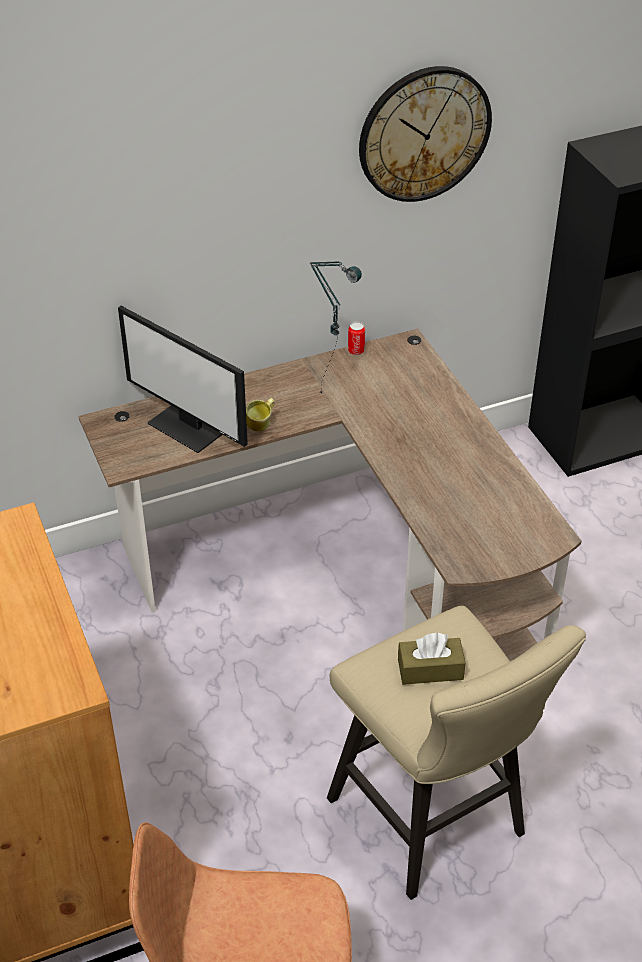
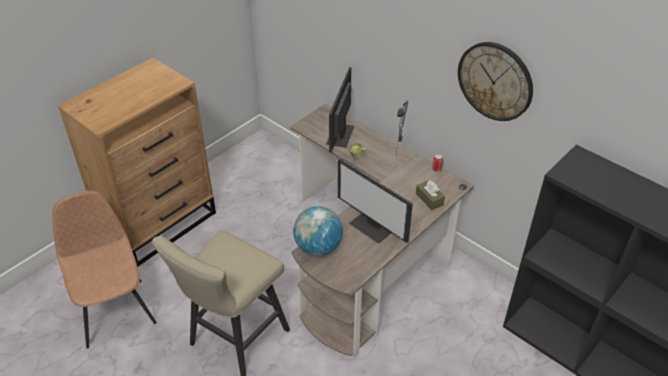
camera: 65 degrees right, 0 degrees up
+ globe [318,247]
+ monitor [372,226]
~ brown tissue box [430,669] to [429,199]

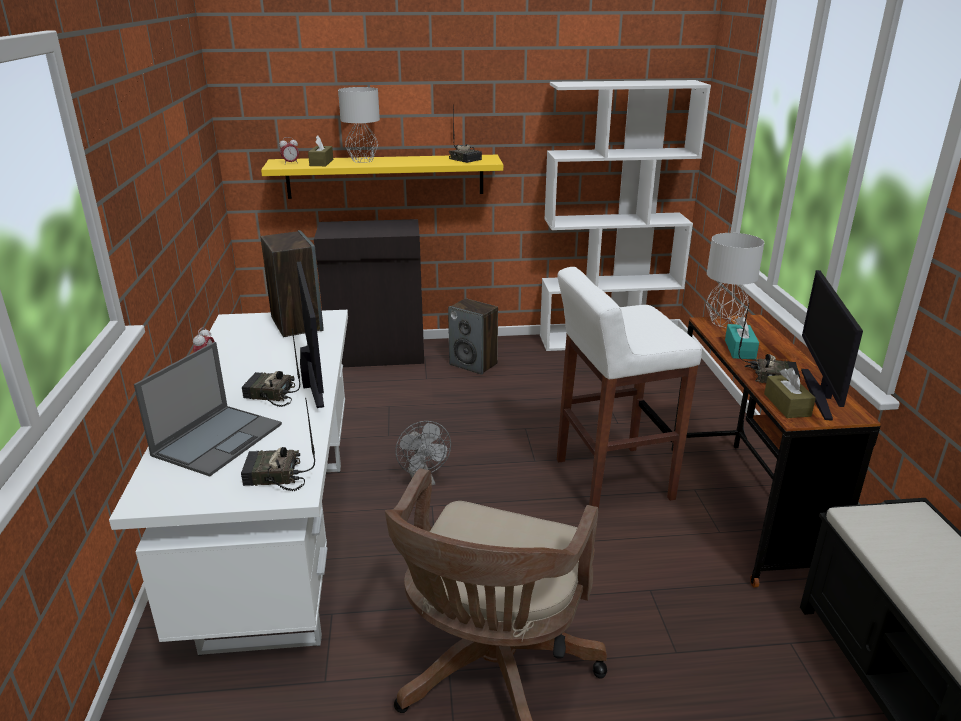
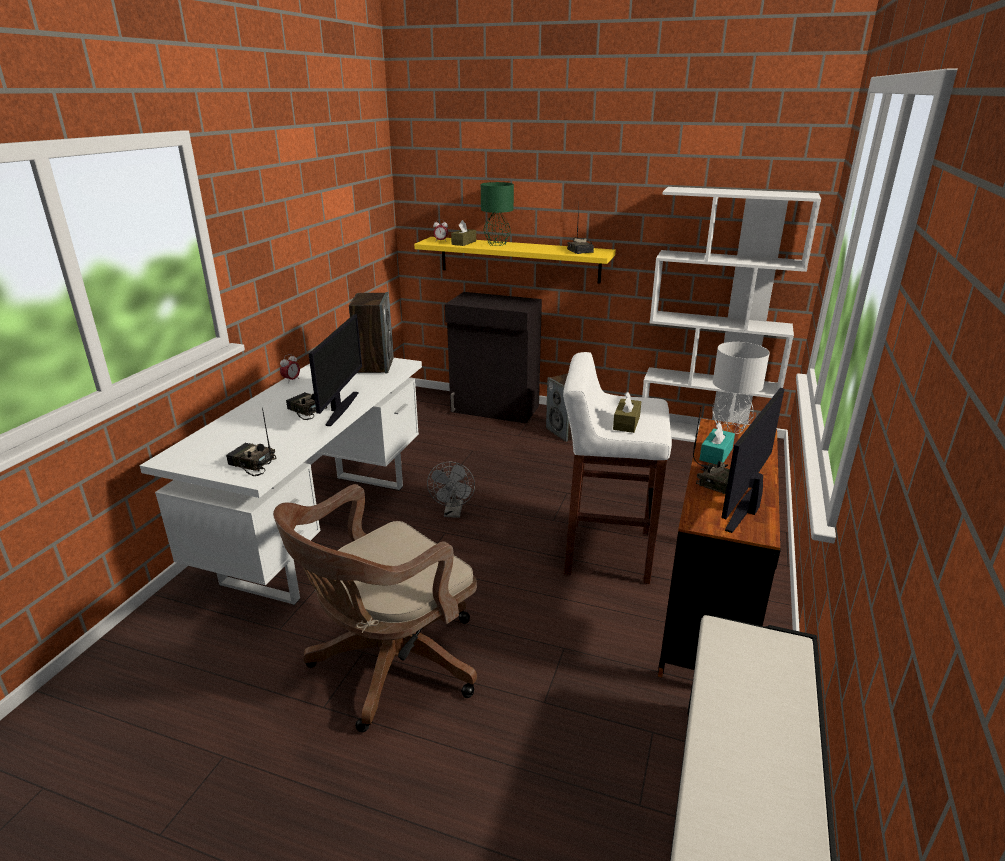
camera: 25 degrees right, 0 degrees up
- laptop [218,439]
~ brown tissue box [787,405] to [626,423]
~ grey table lamp [363,161] to green table lamp [497,244]

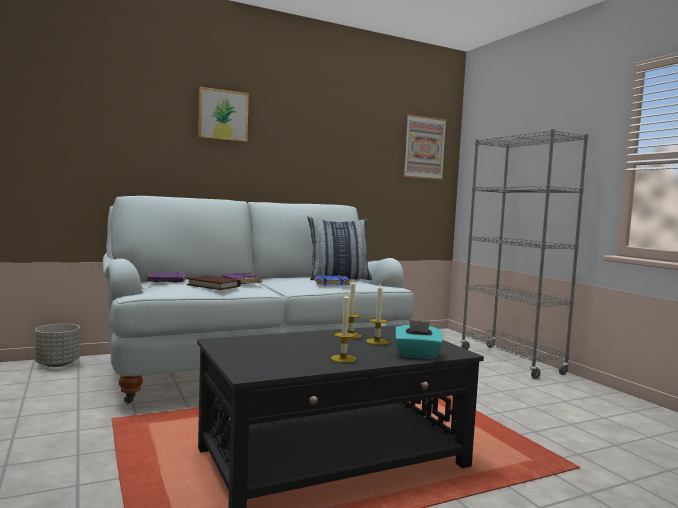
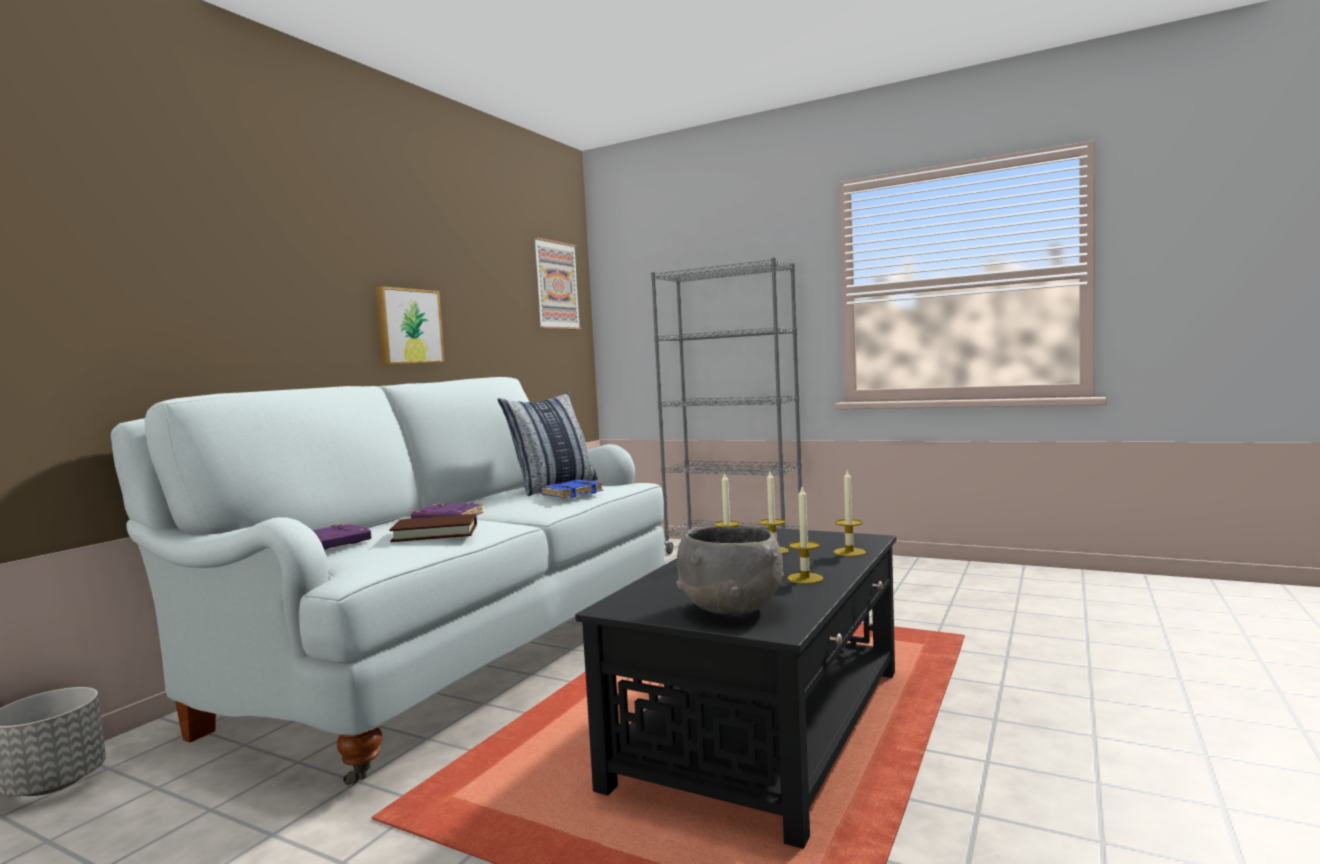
camera: 35 degrees left, 0 degrees up
+ grey bowl [731,608]
~ picture [222,115] to [408,326]
~ turquoise tissue box [417,355] to candle [849,552]

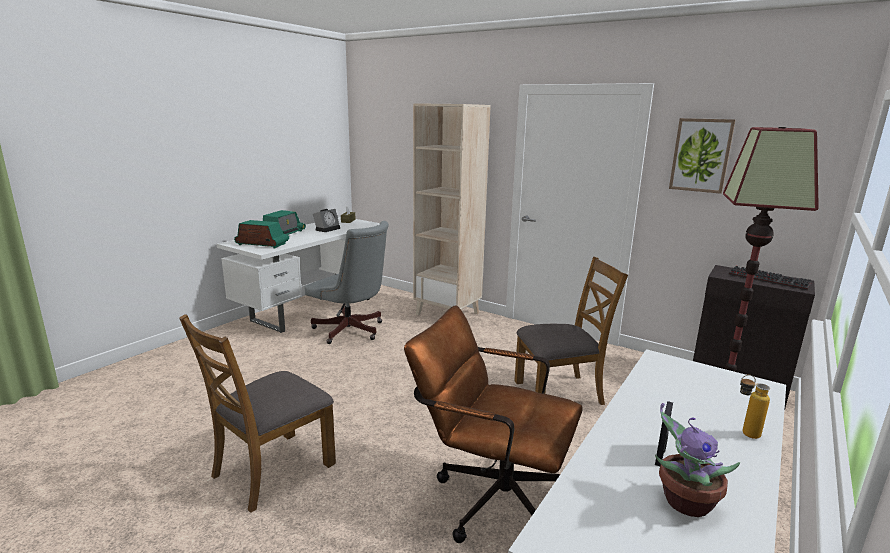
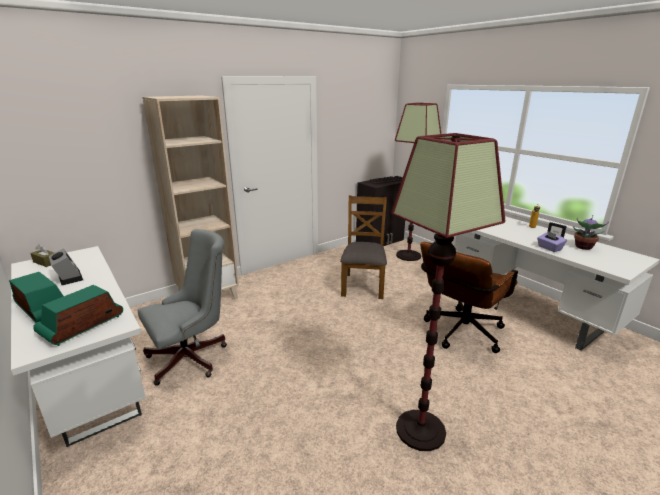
camera: 70 degrees left, 5 degrees up
- picture [701,155]
+ purple tissue box [549,248]
~ brown chair [272,469] to floor lamp [420,430]

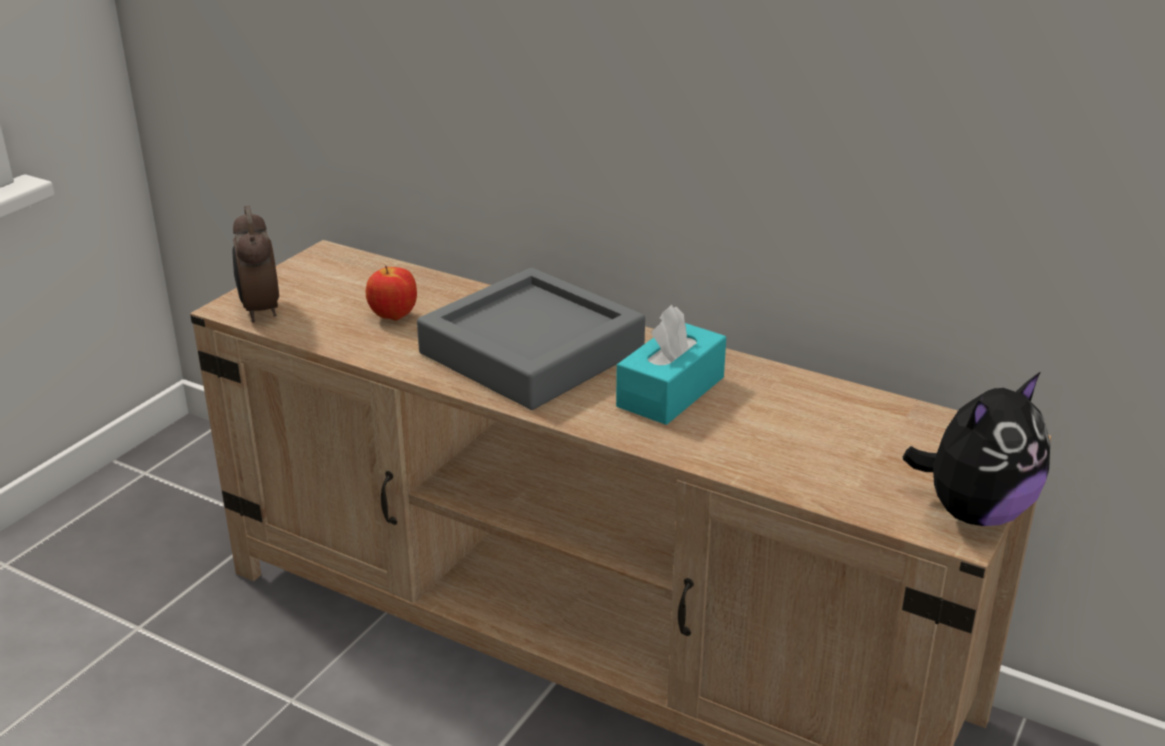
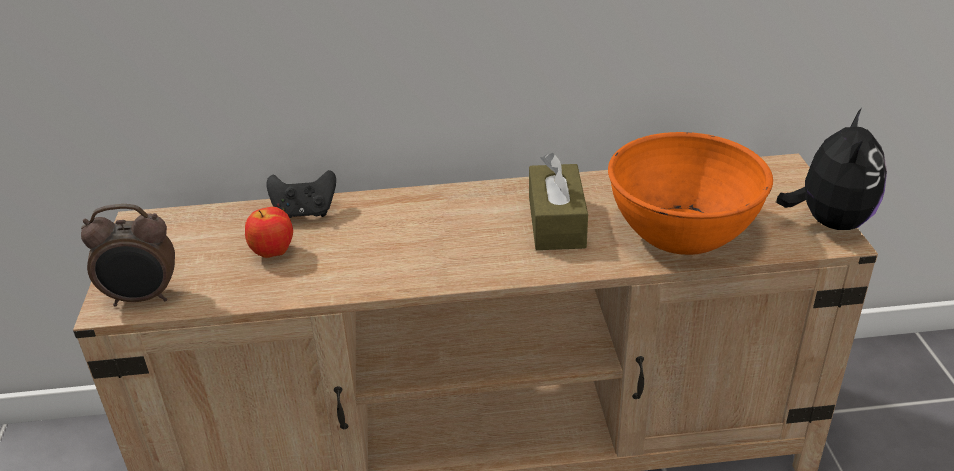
camera: 35 degrees left, 5 degrees up
- grey tray [532,351]
+ black game controller [305,213]
+ orange bowl [682,231]
~ turquoise tissue box [670,392] to brown tissue box [556,222]
~ alarm clock [260,311] = [143,298] 45 degrees counterclockwise

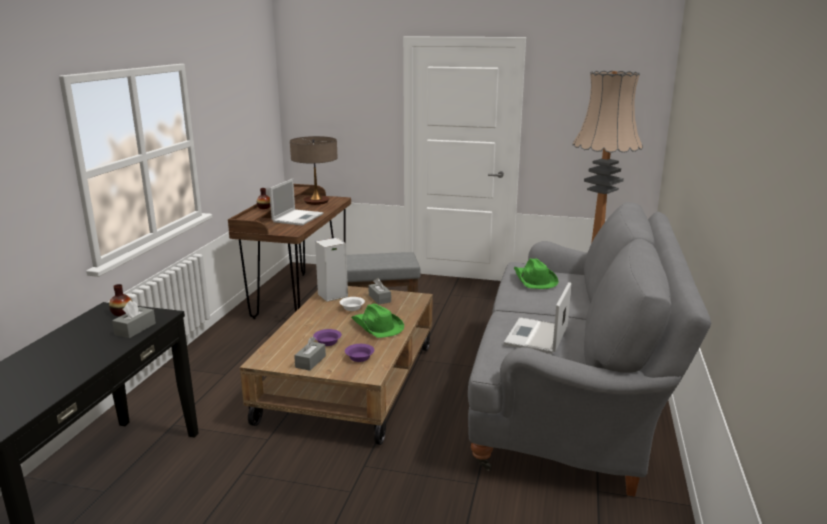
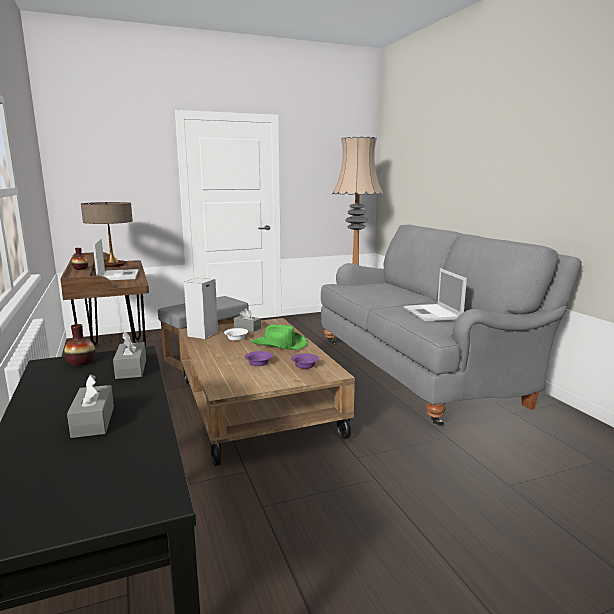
camera: 35 degrees left, 5 degrees down
- green hat [534,280]
~ grey tissue box [310,361] to [93,421]

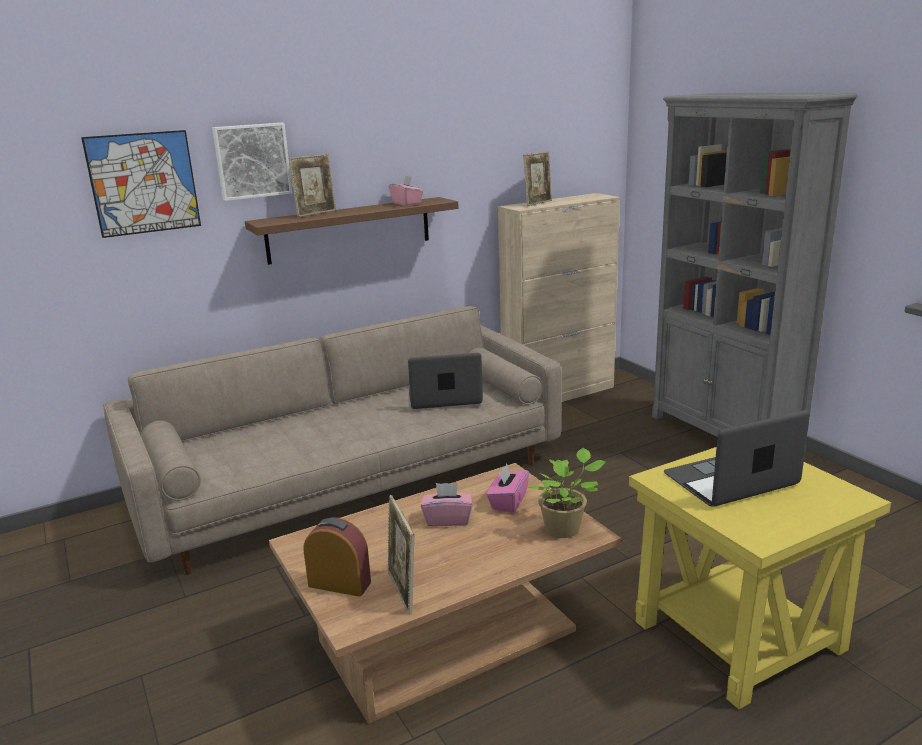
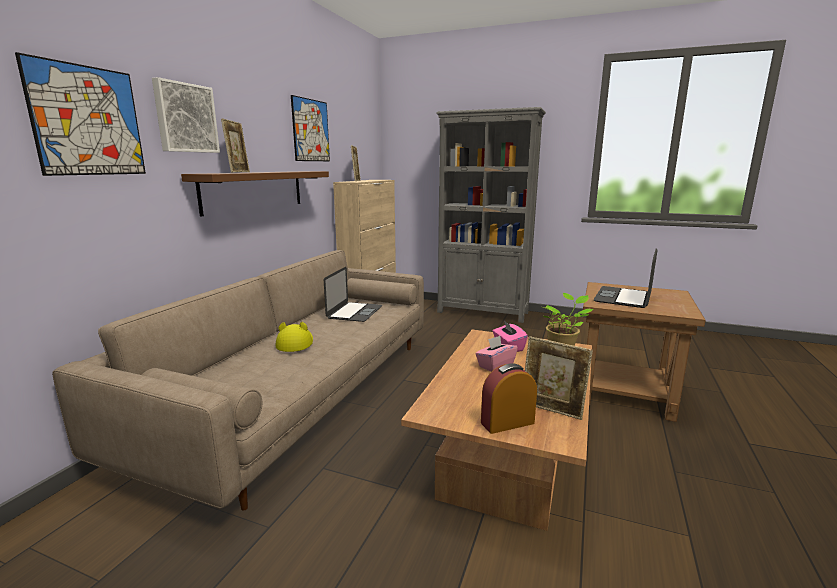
camera: 40 degrees left, 5 degrees down
- pink tissue box [407,203]
+ yellow hat [295,343]
+ picture [311,130]
~ yellow side table [738,637] to brown side table [626,392]
~ laptop [444,397] = [354,312] 150 degrees clockwise

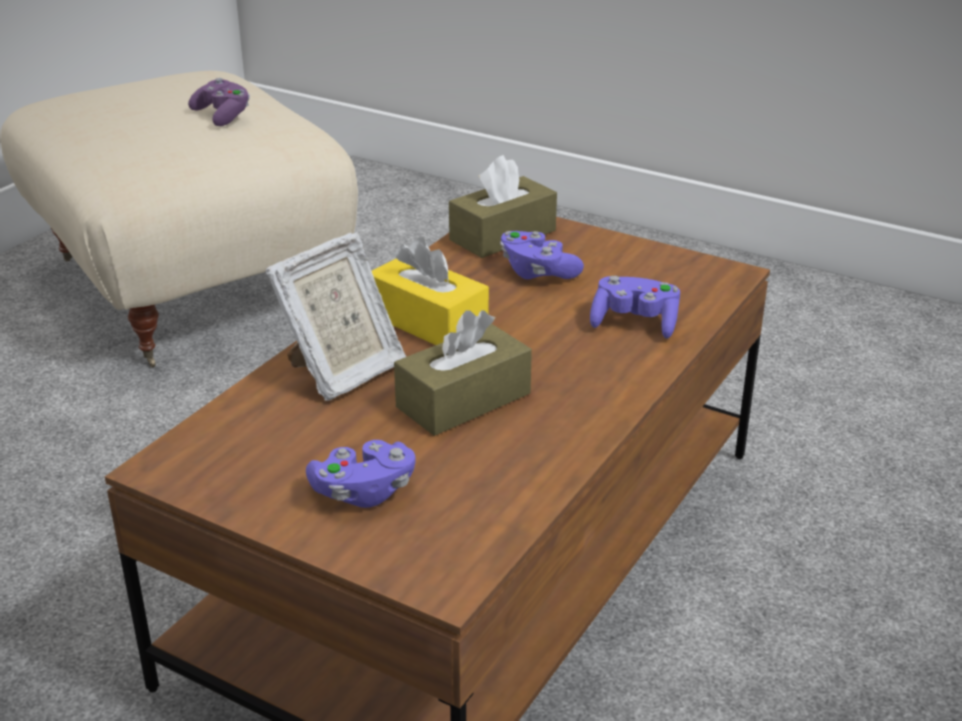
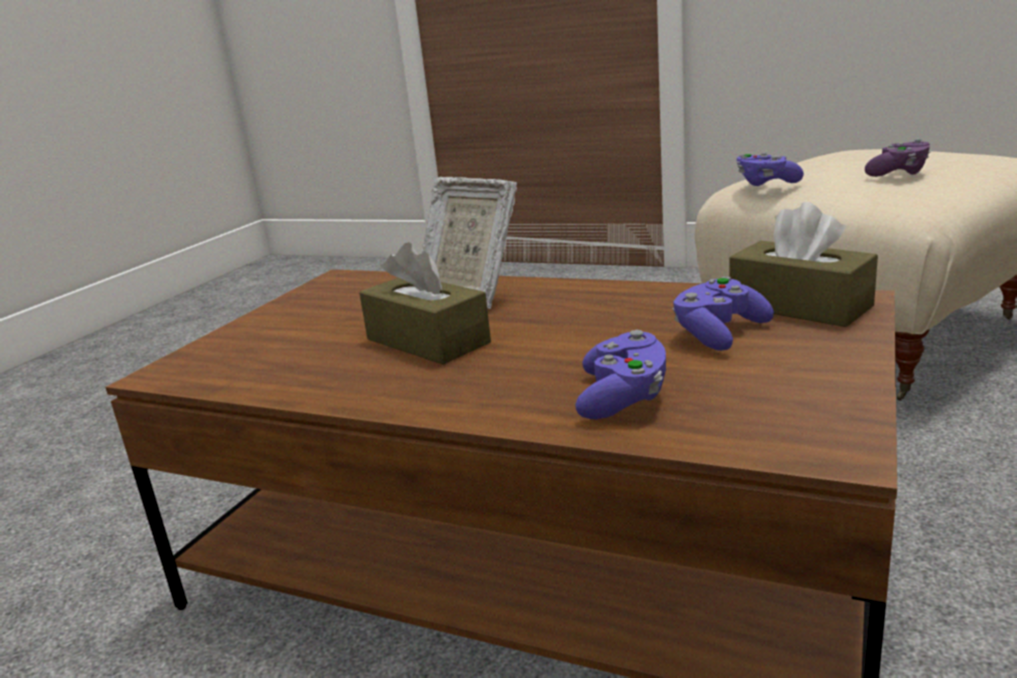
camera: 85 degrees right, 10 degrees down
- yellow tissue box [428,322]
~ purple game controller [363,492] to [766,183]

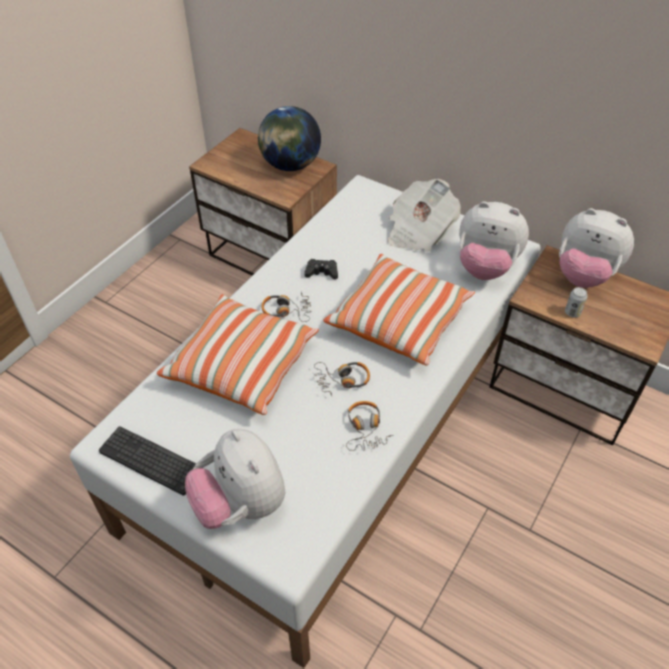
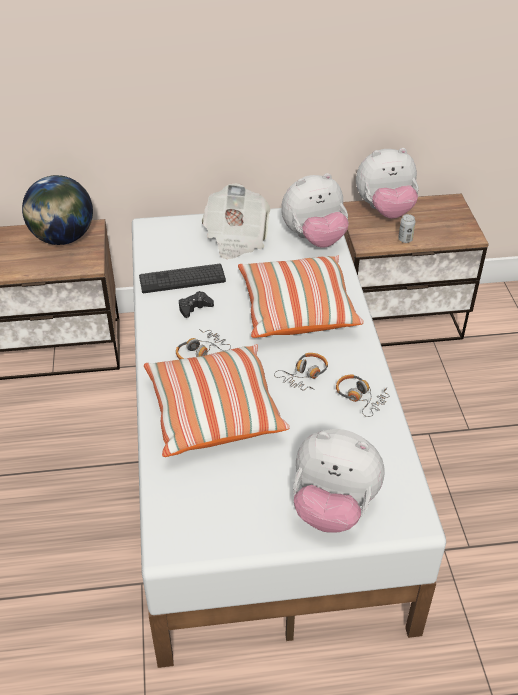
camera: 40 degrees left, 5 degrees down
~ keyboard [150,460] to [182,279]

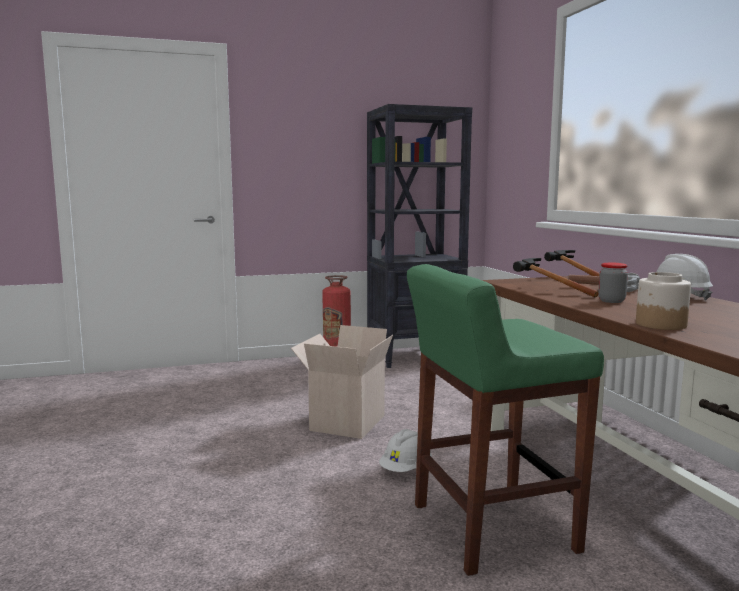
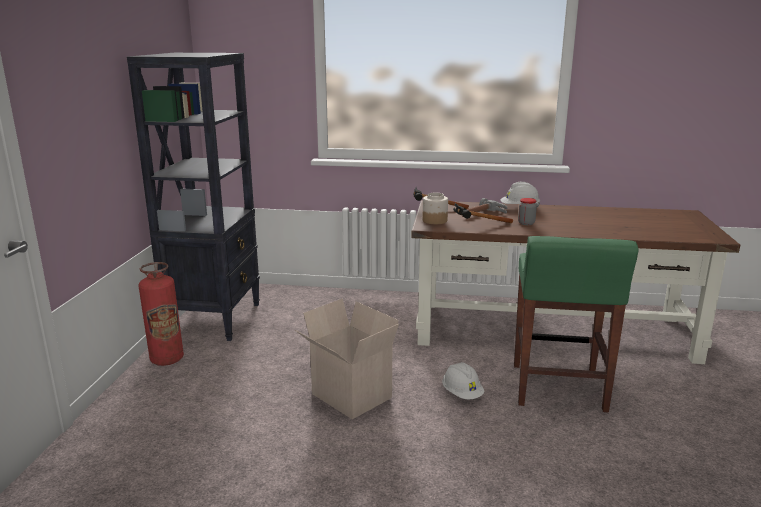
camera: 65 degrees left, 10 degrees up
~ jar [660,324] to [434,220]

